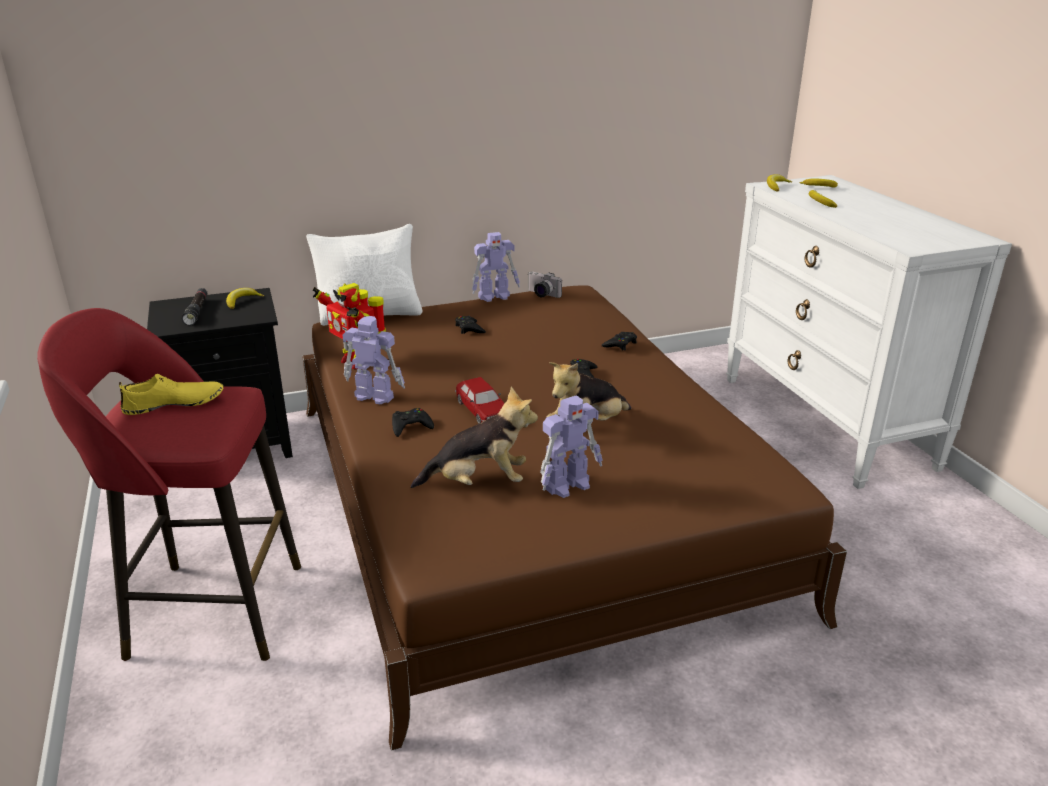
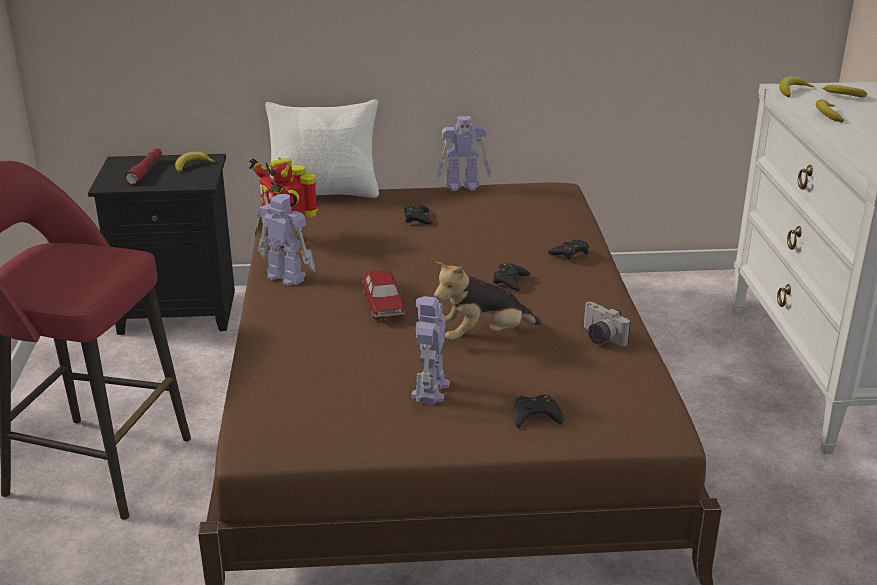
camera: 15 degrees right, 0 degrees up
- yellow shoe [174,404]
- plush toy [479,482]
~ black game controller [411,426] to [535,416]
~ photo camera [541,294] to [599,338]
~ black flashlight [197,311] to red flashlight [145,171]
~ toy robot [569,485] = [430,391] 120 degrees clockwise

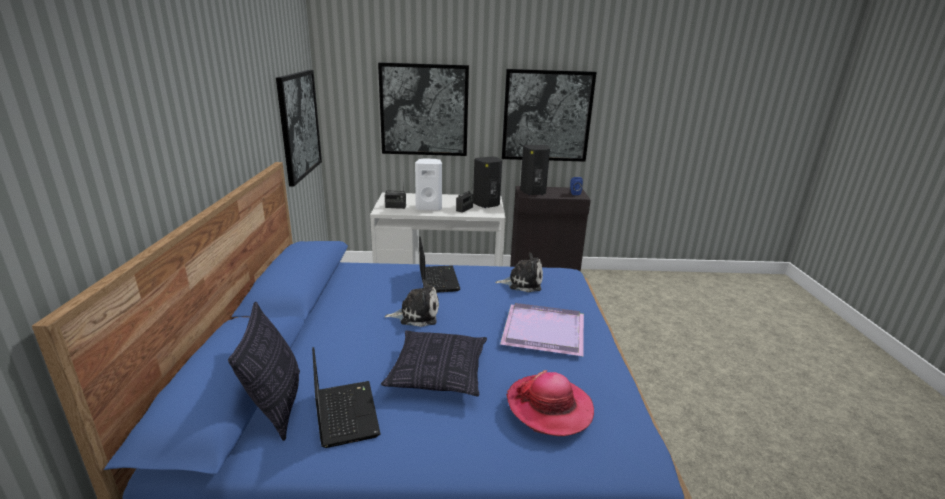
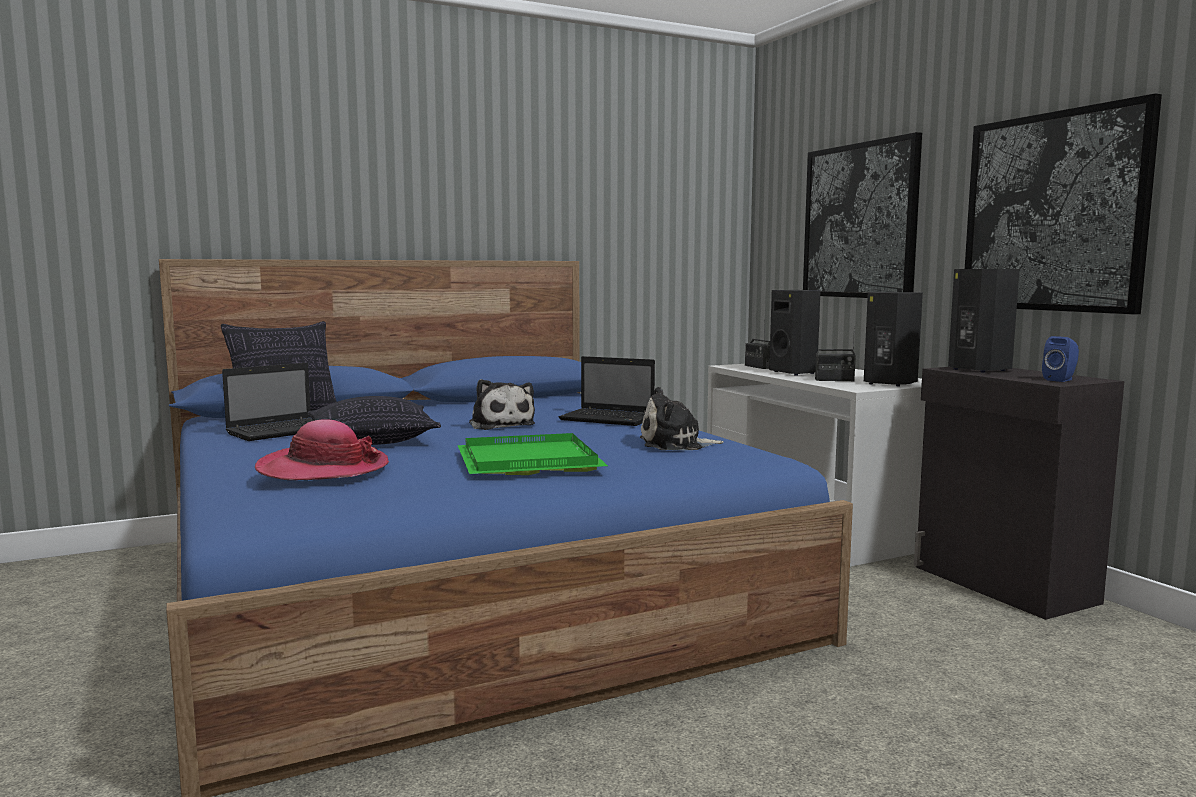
camera: 65 degrees right, 15 degrees down
- picture [299,125]
~ white speaker [429,207] to black speaker [795,372]
~ purple tray [545,330] to green tray [531,461]
~ laptop [438,279] = [609,419] 60 degrees clockwise
~ plush toy [522,283] = [675,444] 105 degrees clockwise

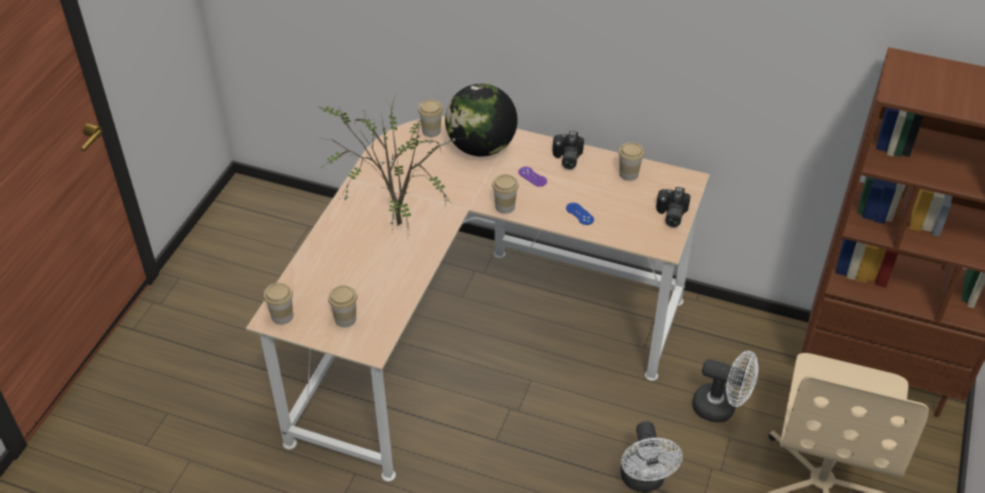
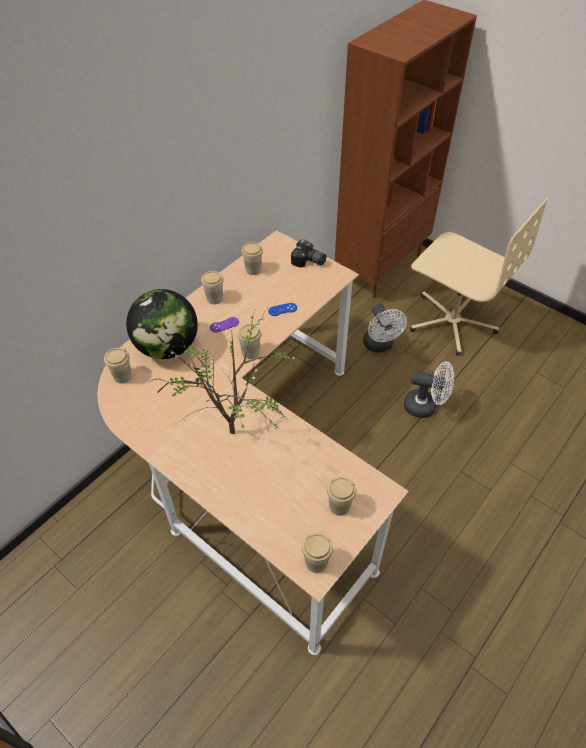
camera: 70 degrees left, 5 degrees up
~ photo camera [566,158] to cup [214,298]
~ white fan [721,408] = [380,346] 120 degrees clockwise

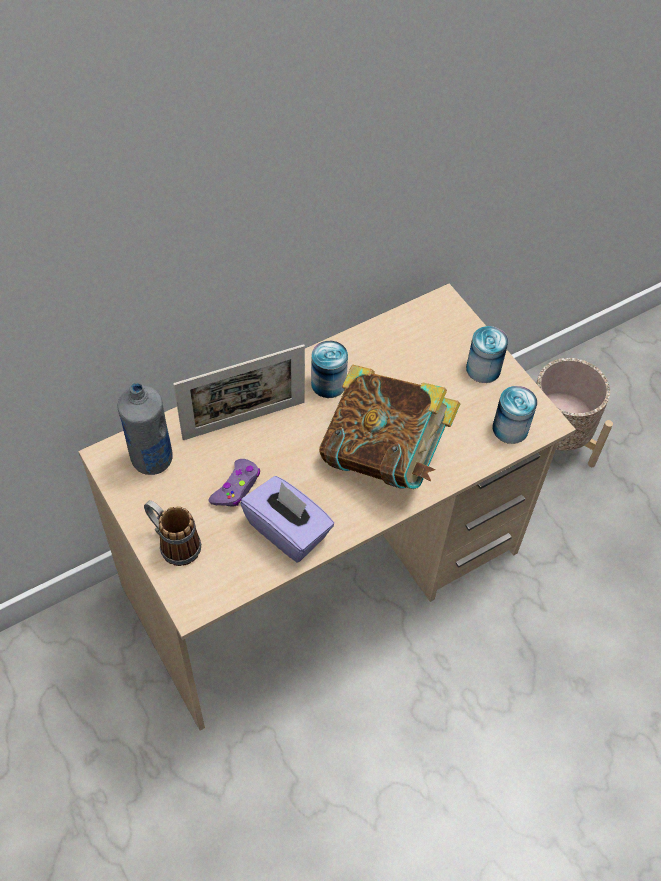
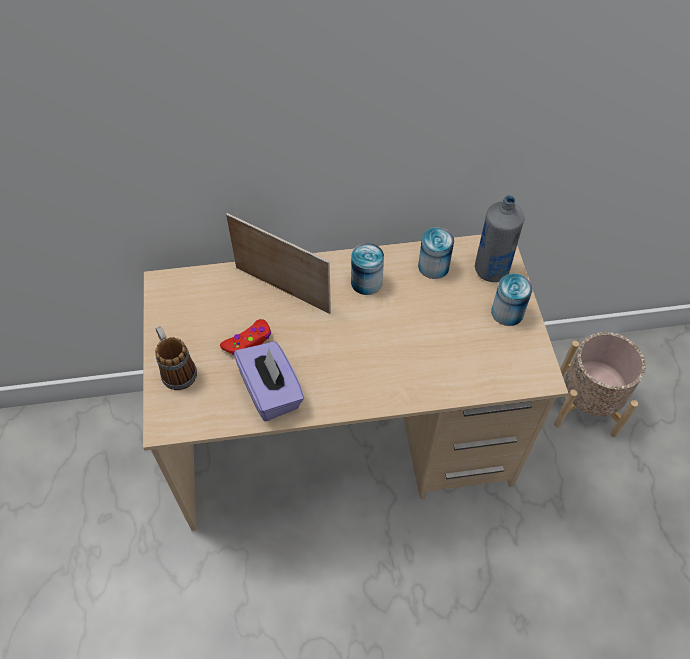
camera: 25 degrees right, 0 degrees up
- book [385,454]
~ grey bottle [152,460] to [491,270]
~ can [510,428] to [433,266]
~ purple game controller [236,487] to red game controller [248,342]
~ picture frame [244,420] = [282,289] 150 degrees counterclockwise

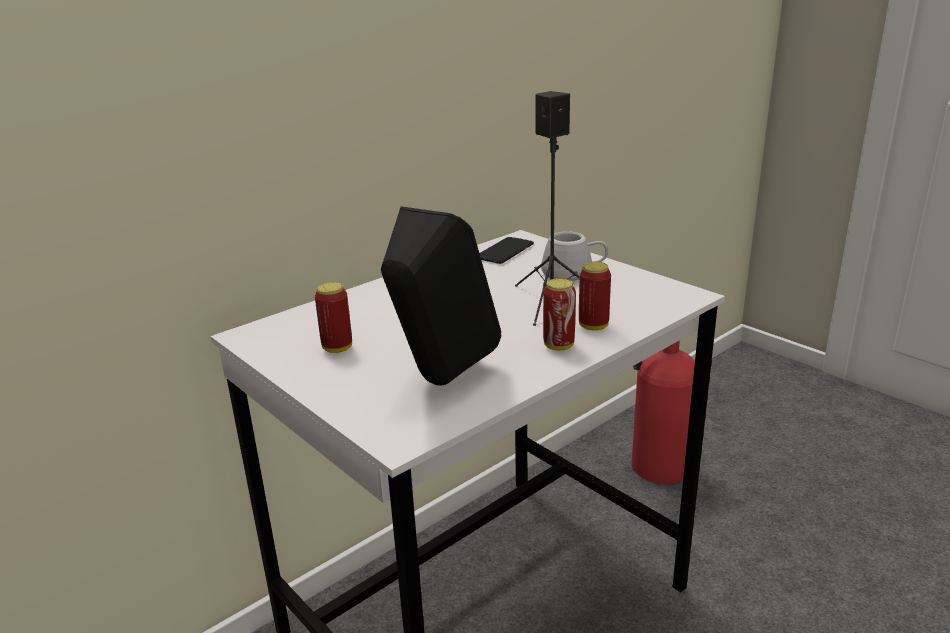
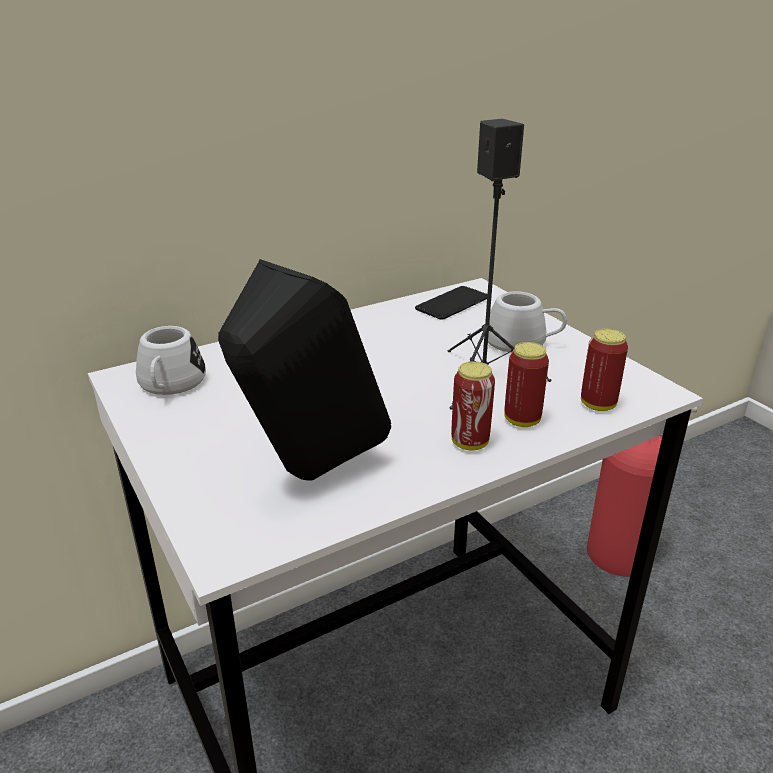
camera: 10 degrees right, 5 degrees up
+ white mug [170,385]
~ can [337,348] to [598,405]

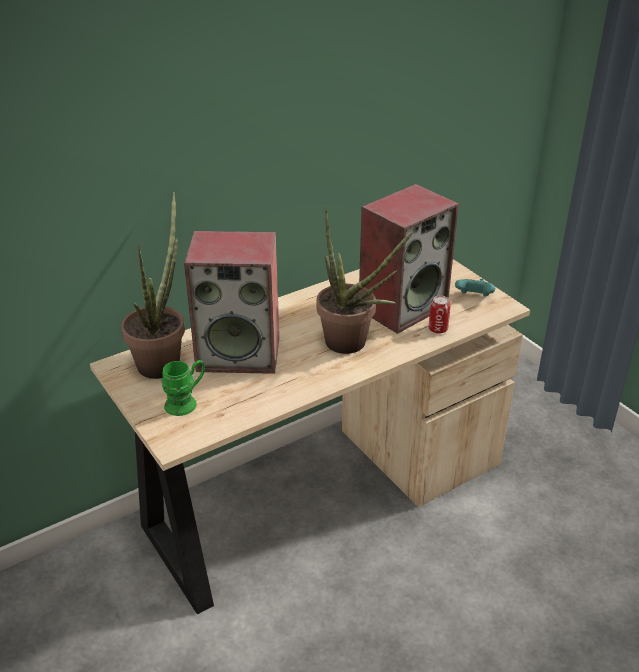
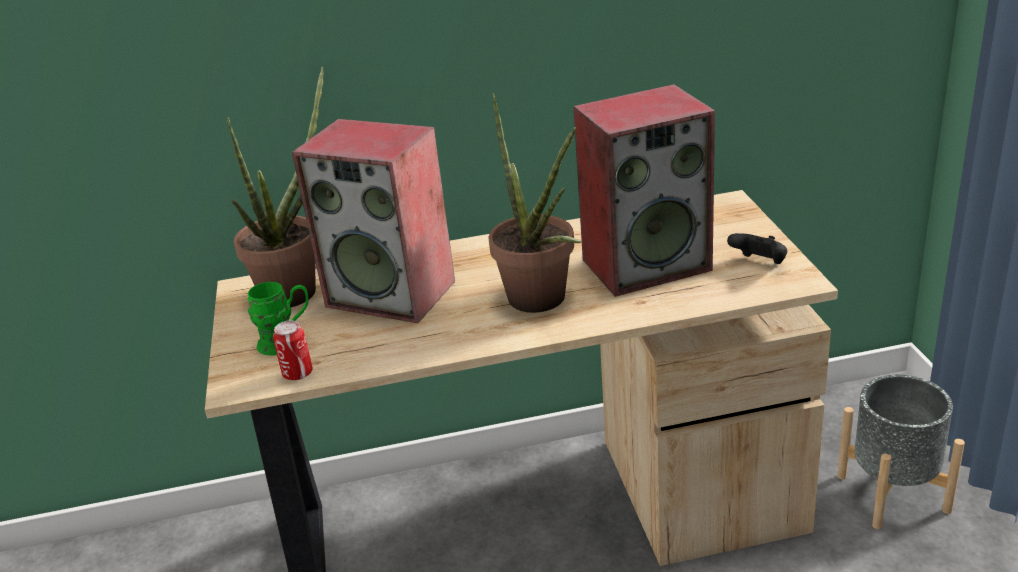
camera: 25 degrees right, 5 degrees down
+ grey planter [893,493]
~ can [438,329] to [298,373]
~ turquoise game controller [473,297] to black game controller [759,264]

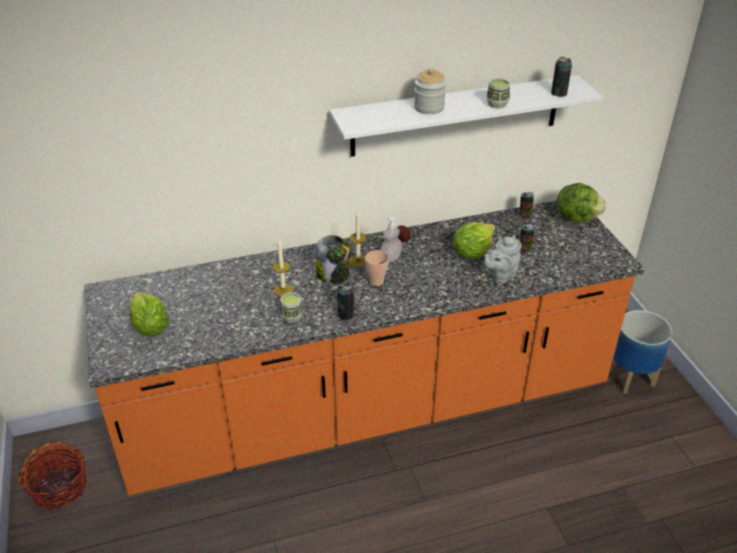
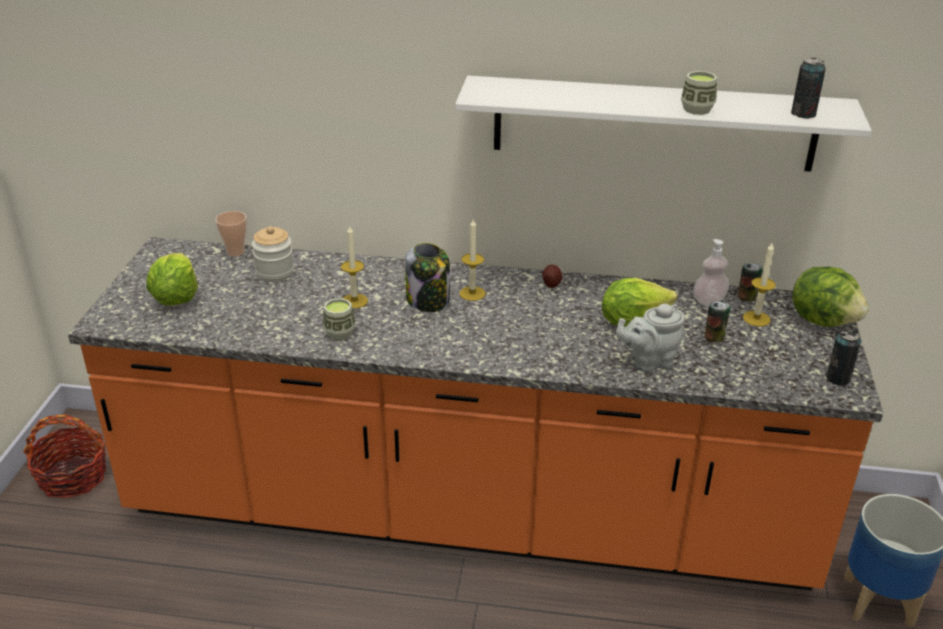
camera: 25 degrees right, 5 degrees down
+ candle [756,318]
~ can [346,314] to [838,378]
~ cup [376,281] to [235,252]
~ soap dispenser [391,258] to [709,300]
~ jar [429,108] to [275,272]

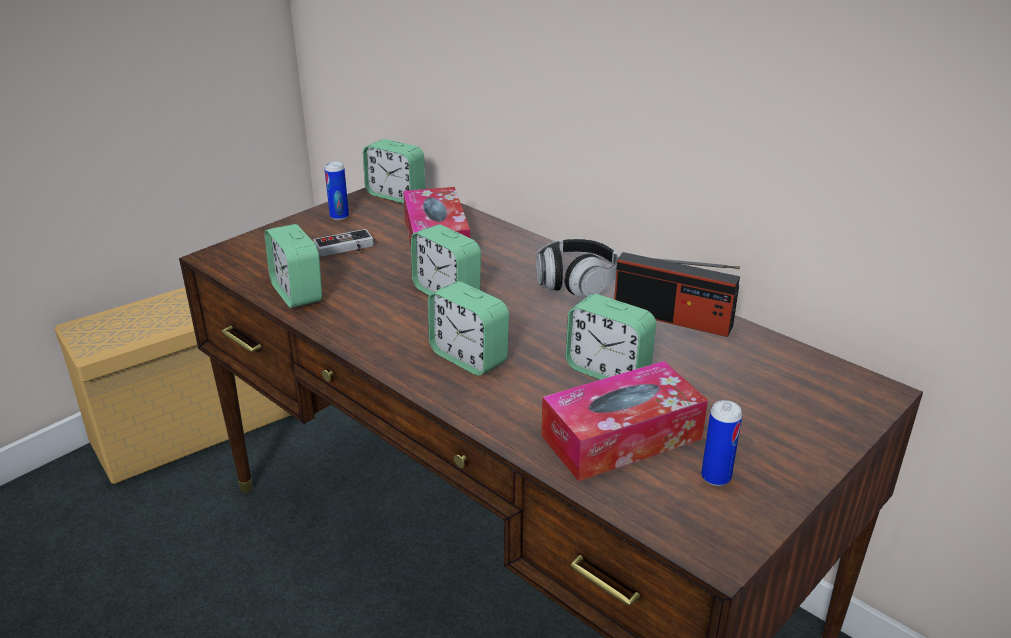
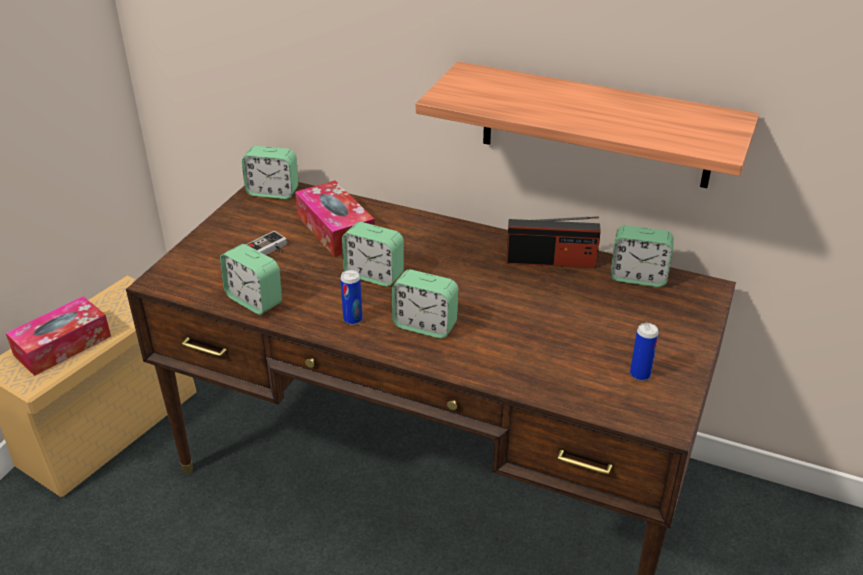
camera: 20 degrees left, 5 degrees up
- headphones [576,282]
+ shelf [596,125]
~ can [339,216] to [353,319]
~ tissue box [621,437] to [62,345]
~ alarm clock [608,371] to [638,277]

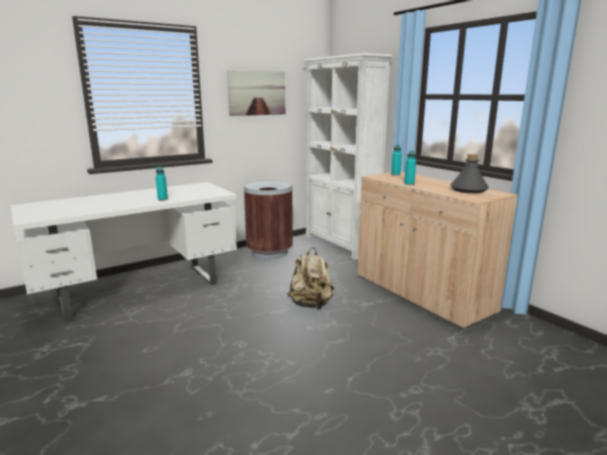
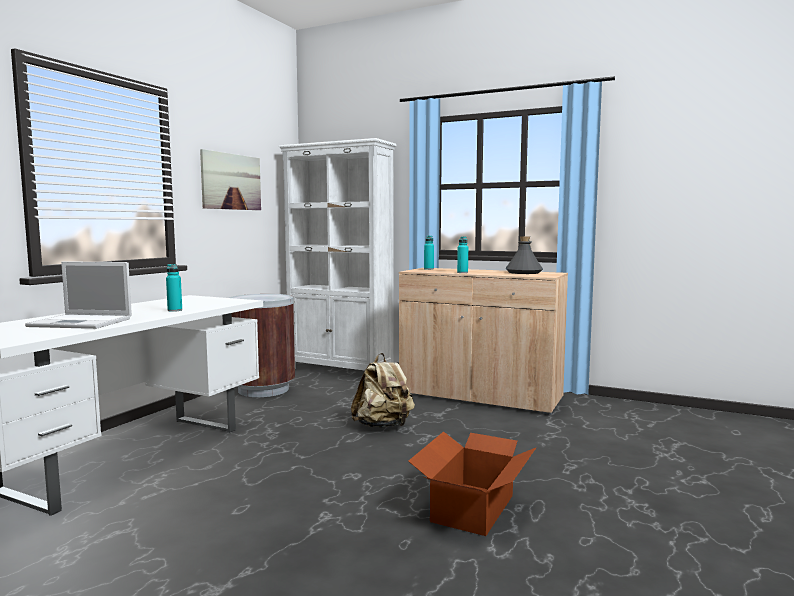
camera: 30 degrees left, 10 degrees down
+ laptop [83,322]
+ cardboard box [471,508]

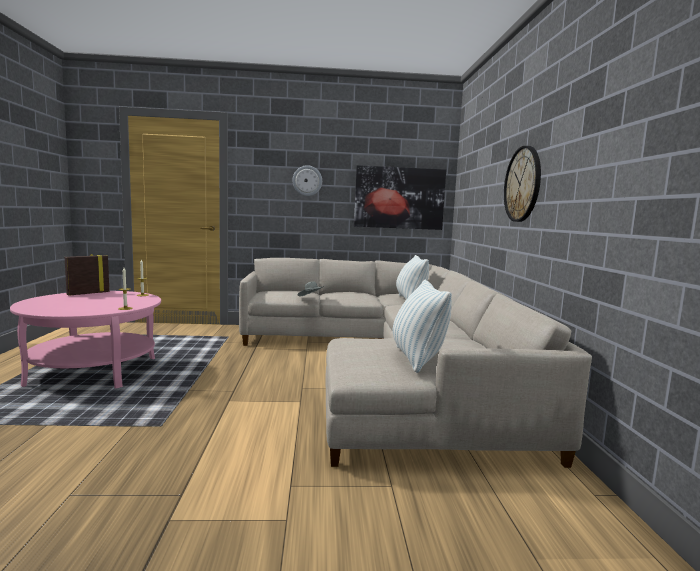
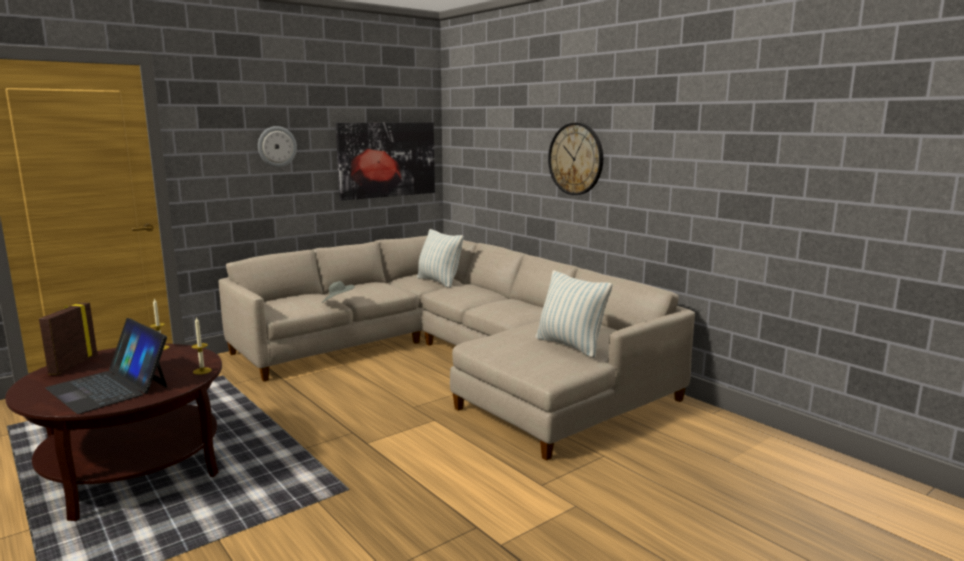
camera: 35 degrees left, 5 degrees up
+ laptop [109,387]
~ pink coffee table [94,371] to brown coffee table [134,470]

